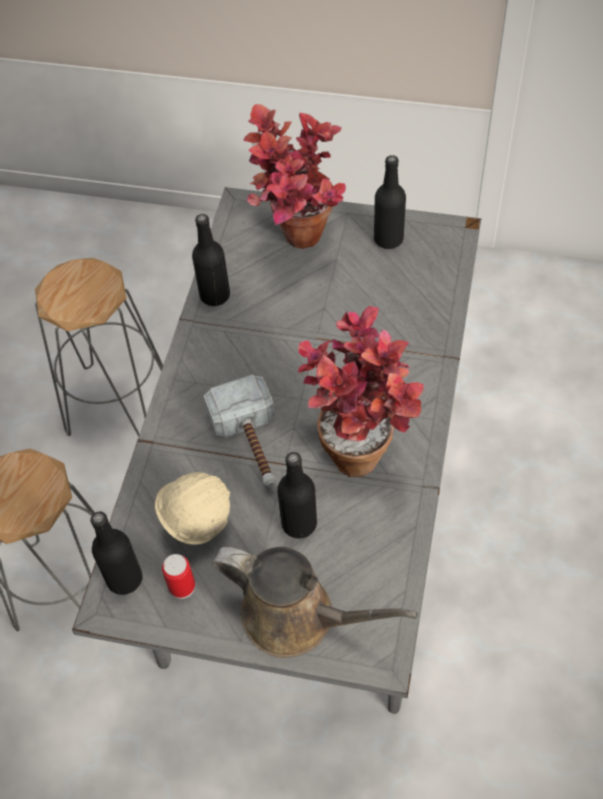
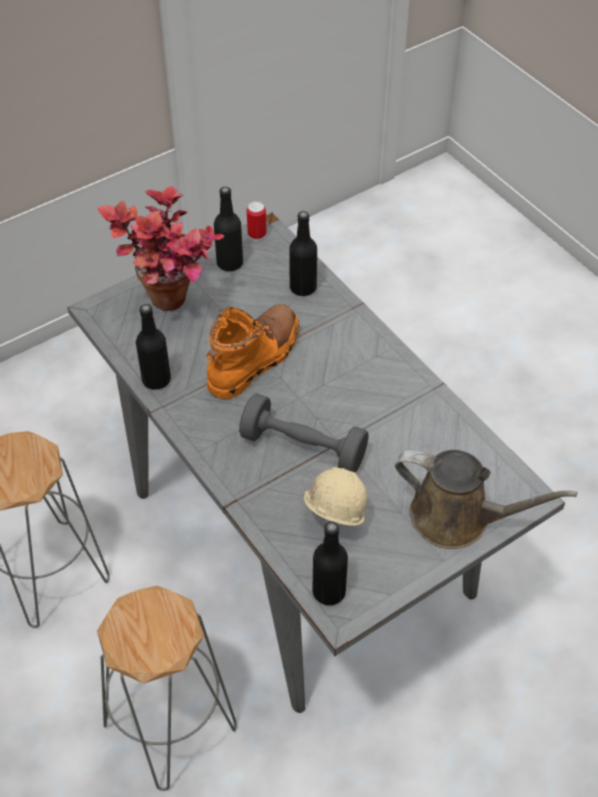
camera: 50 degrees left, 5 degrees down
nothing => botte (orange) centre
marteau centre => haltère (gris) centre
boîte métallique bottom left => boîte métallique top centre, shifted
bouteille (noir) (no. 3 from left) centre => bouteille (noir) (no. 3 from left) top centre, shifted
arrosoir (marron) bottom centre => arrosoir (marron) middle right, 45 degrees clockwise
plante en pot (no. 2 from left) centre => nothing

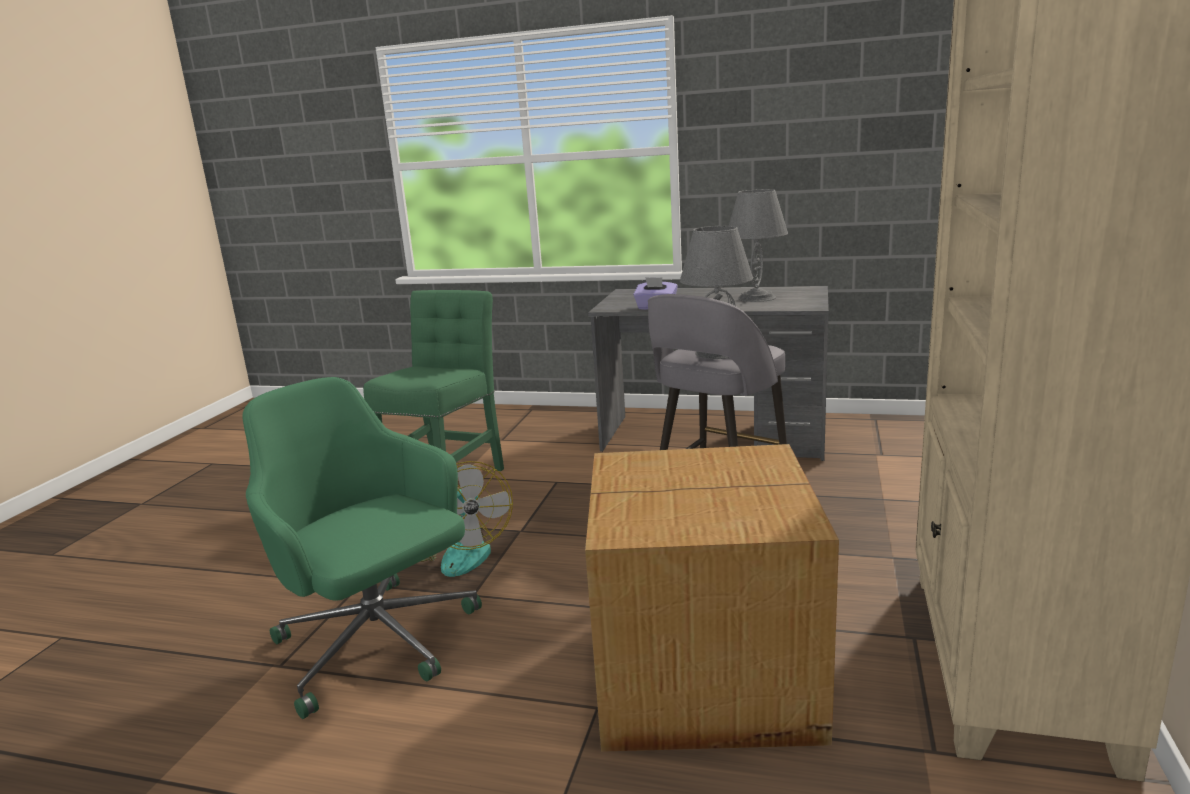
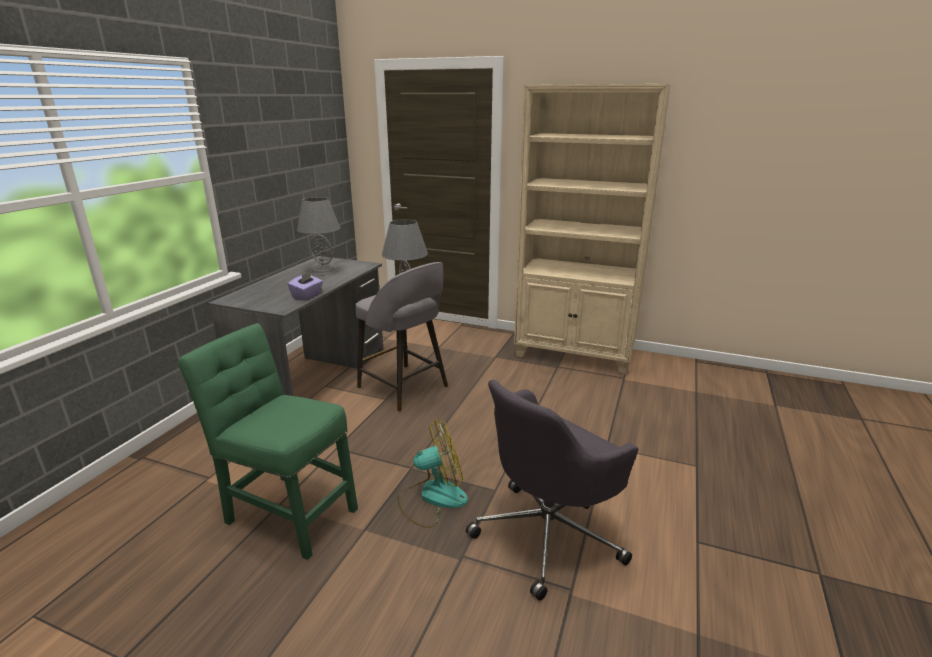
camera: 85 degrees left, 5 degrees up
chaise de bureau (vert) bottom left => chaise de bureau (gris) bottom centre
carton bottom centre => nothing

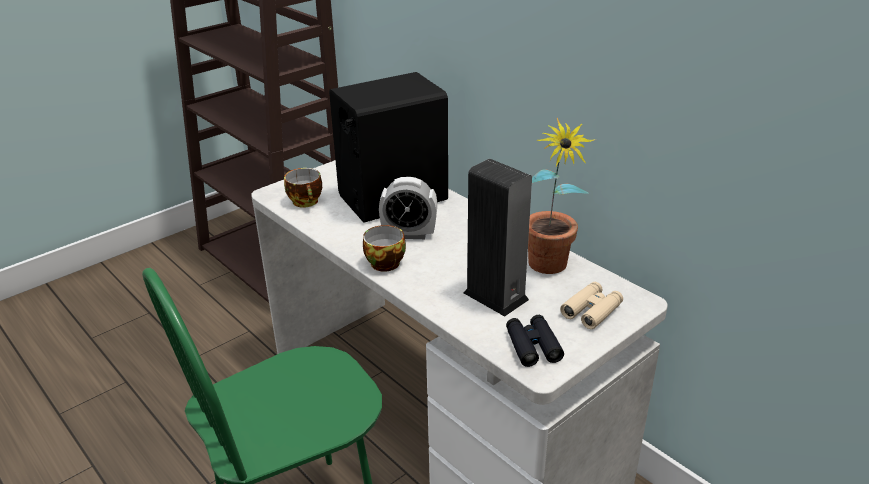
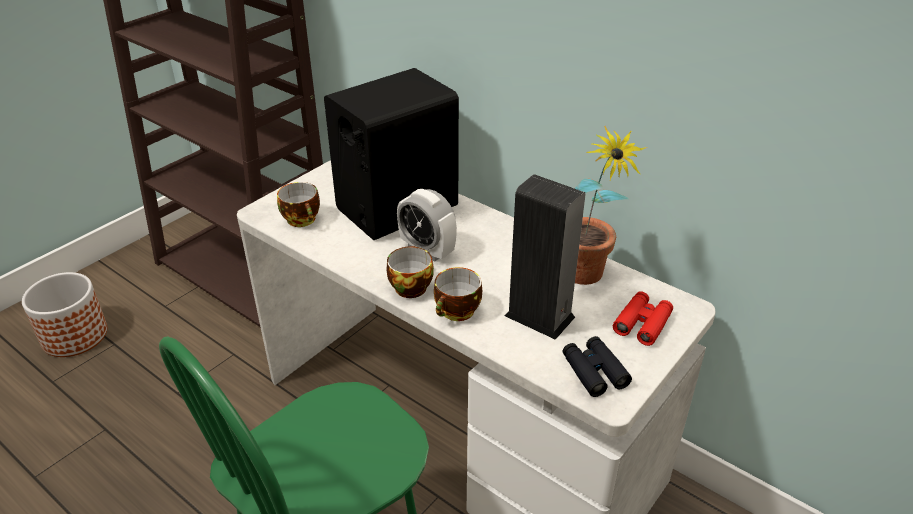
camera: 10 degrees left, 5 degrees up
nothing => cache-pot middle left
réveil centre, 45 degrees clockwise
nothing => tasse (no. 3 from left) centre
jumelles (beige) middle right => jumelles (rouge) middle right

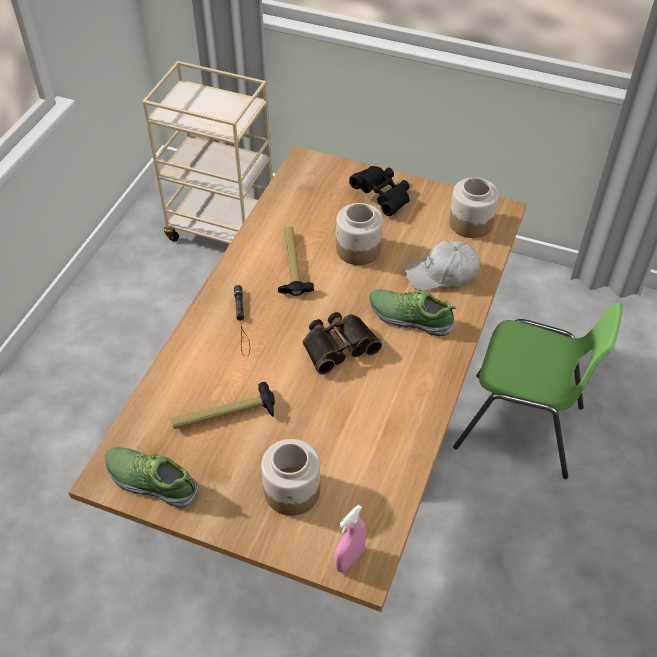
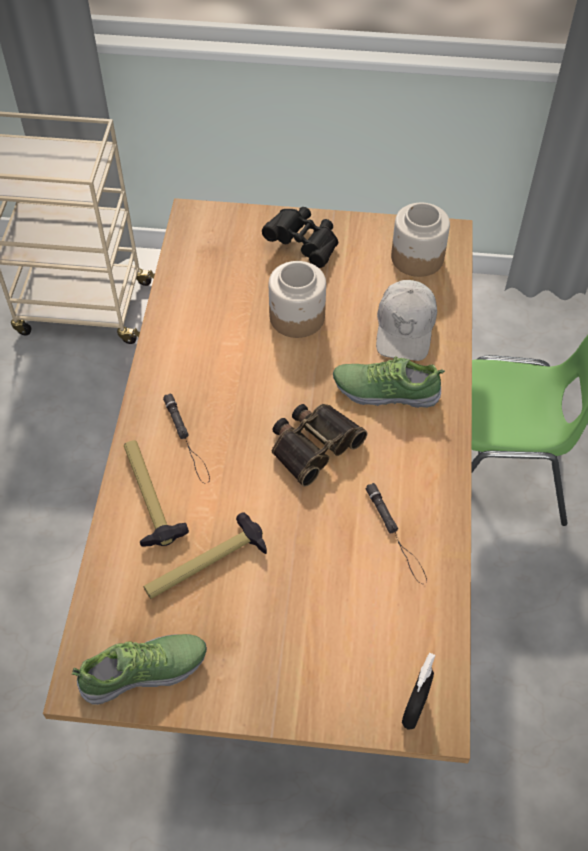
camera: 15 degrees left, 5 degrees up
chaussure (no. 1 from left) bottom left, 150 degrees clockwise
marteau (no. 2 from left in the first image) centre => marteau (no. 1 from left) middle left, shifted
nothing => lampe de poche (noir) (no. 2 from left) middle right
casquette (blanc) middle right, 60 degrees counterclockwise
vaporisateur (rose) bottom centre => vaporisateur (noir) bottom right
bocal (no. 1 from left) bottom centre => nothing

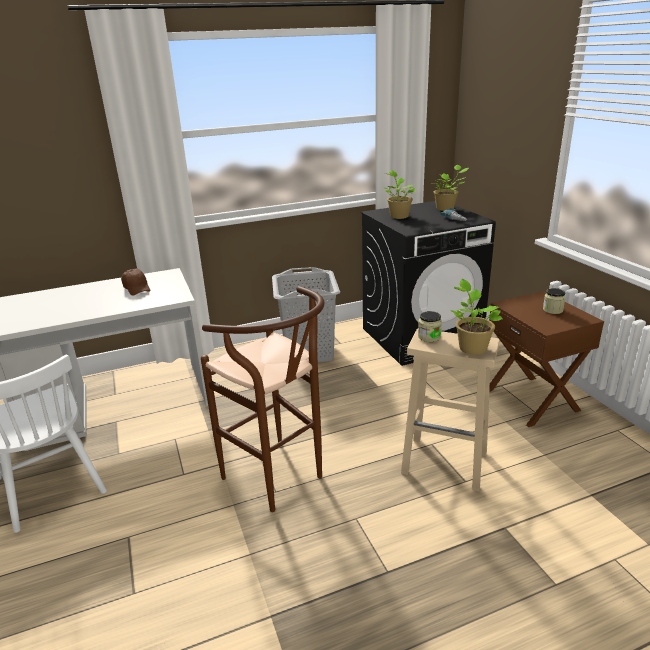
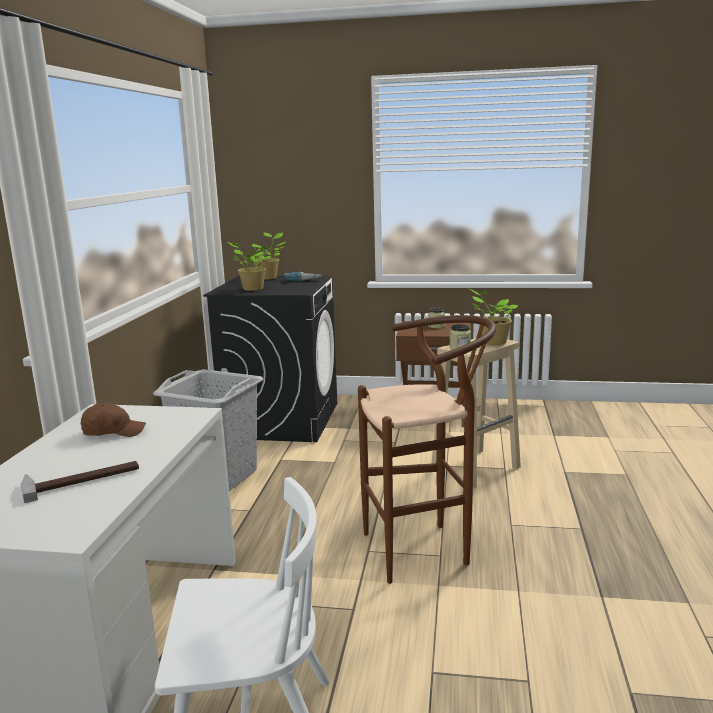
camera: 60 degrees left, 10 degrees down
nothing => marteau bottom left

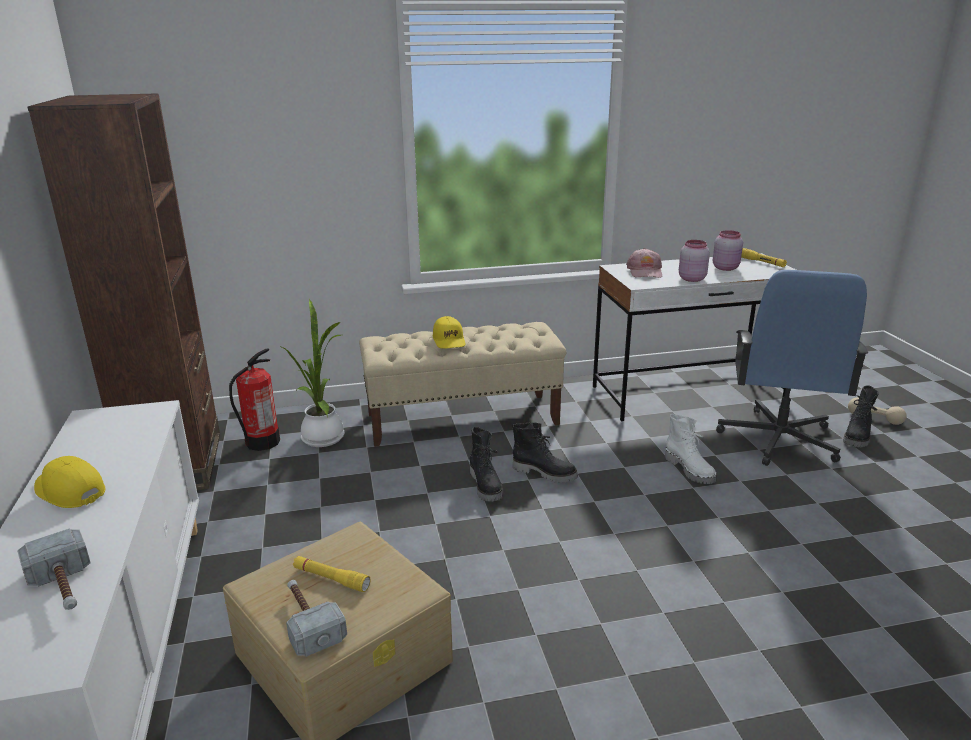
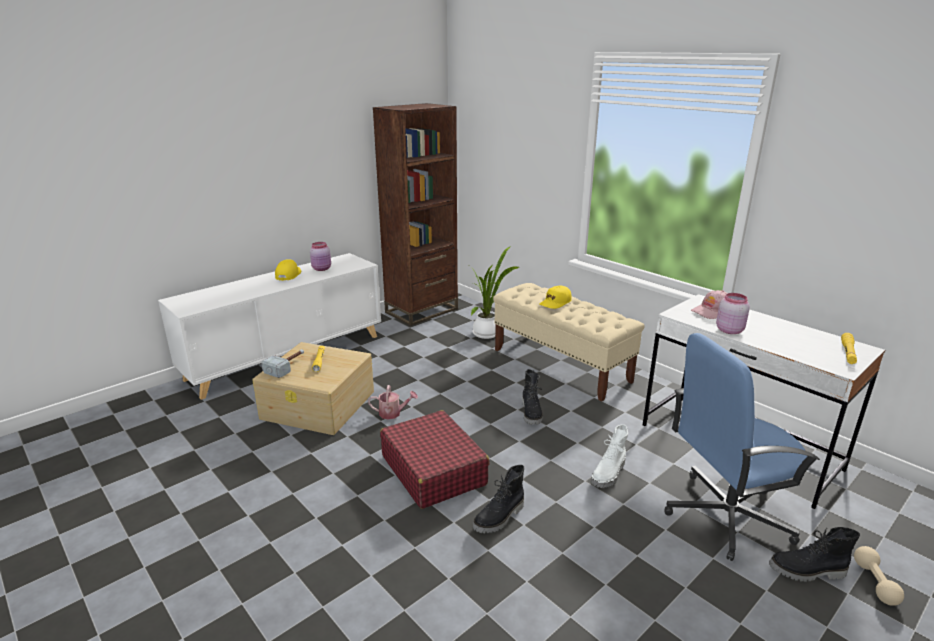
camera: 60 degrees right, 0 degrees up
bocal (rose) (no. 2 from left in the first image) middle right => bocal (rose) (no. 1 from left) centre, shifted
nothing => arrosoir centre
nothing => valise (rouge) bottom centre
botte (noir) (no. 1 from left) centre => botte (noir) (no. 1 from left) bottom centre, shifted
marteau (no. 1 from left) bottom left => nothing
extincteur middle left => nothing

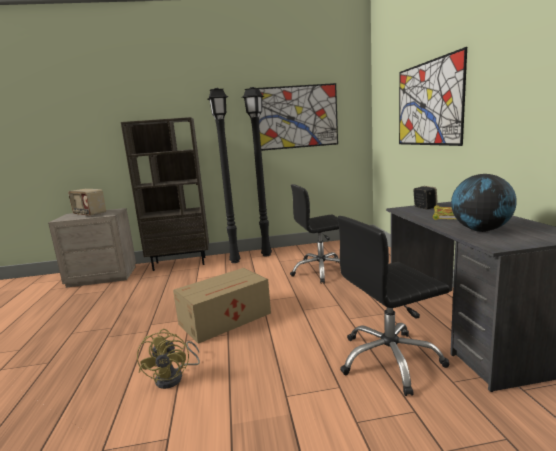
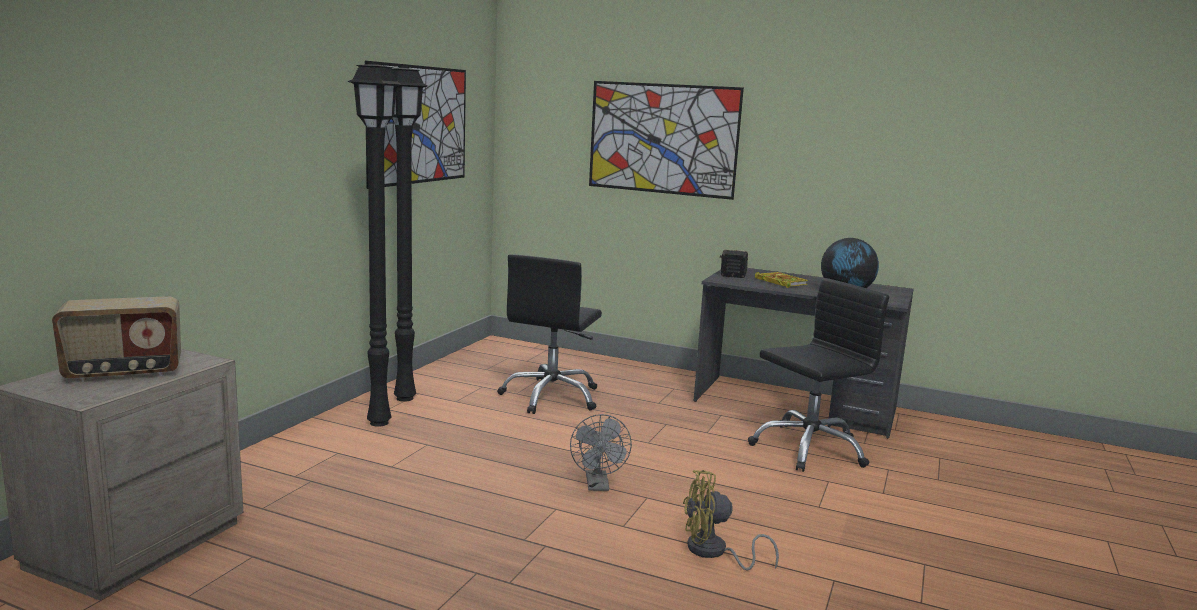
camera: 60 degrees left, 0 degrees up
carton bottom centre => ventilateur (gris) bottom centre
ventilateur (jaune) bottom left => ventilateur (jaune) bottom centre, 150 degrees clockwise
chaise de bureau (noir) (no. 2 from left) bottom right => chaise de bureau (noir) (no. 2 from left) middle right, 135 degrees counterclockwise
bibliothèque (marron) middle left => nothing

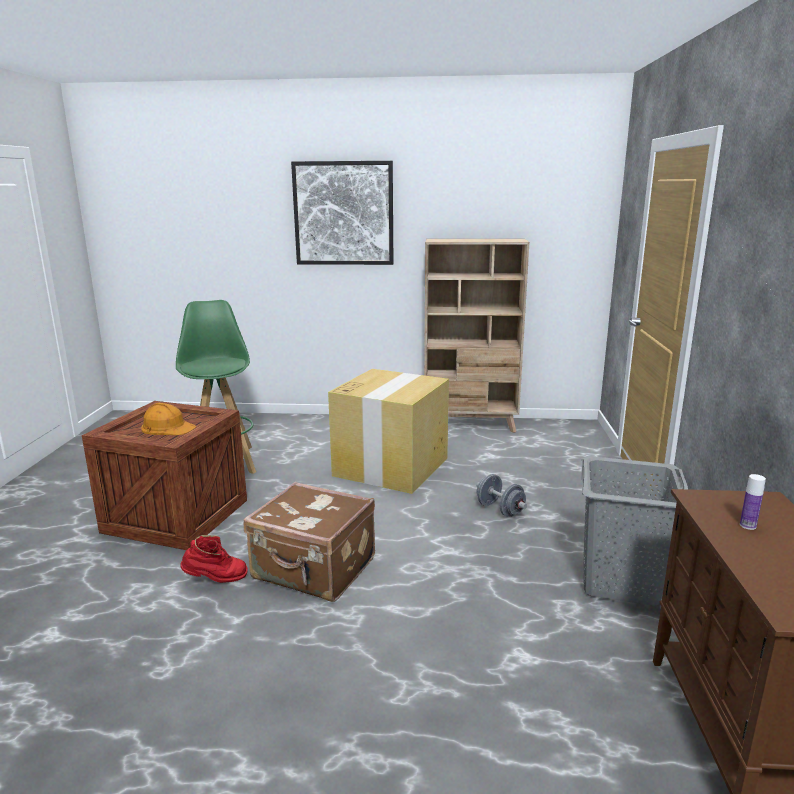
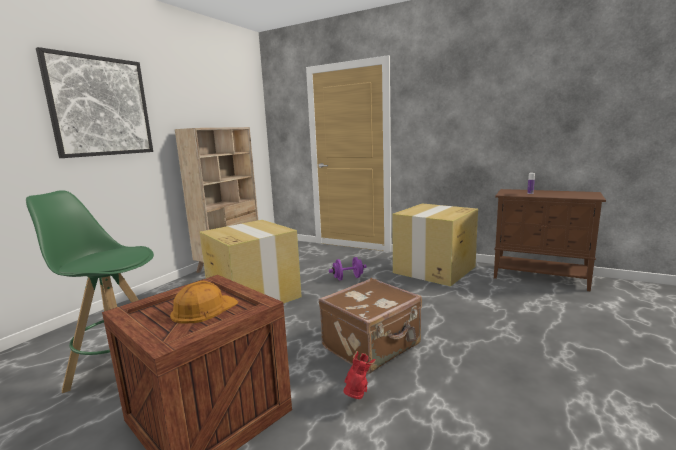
camera: 65 degrees left, 5 degrees down
haltère (gris) centre => haltère (violet) centre
panier à linge (gris) bottom right => carton (no. 2 from left) centre

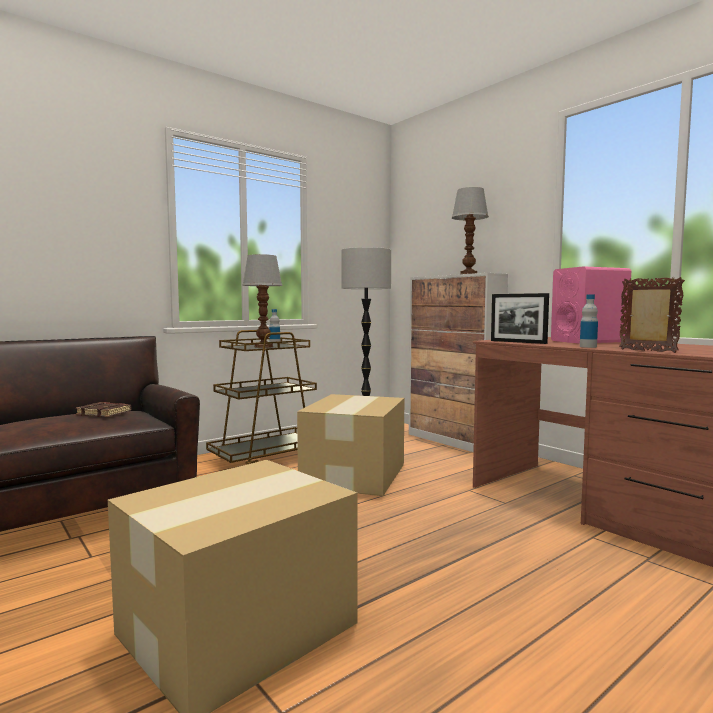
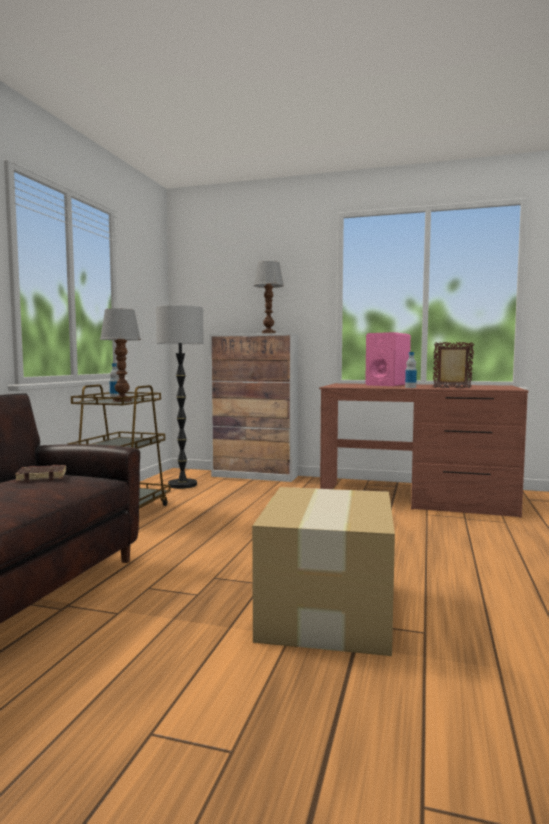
camera: 35 degrees left, 0 degrees up
carton (no. 2 from left) centre => nothing
cadre photo (no. 1 from left) middle right => nothing

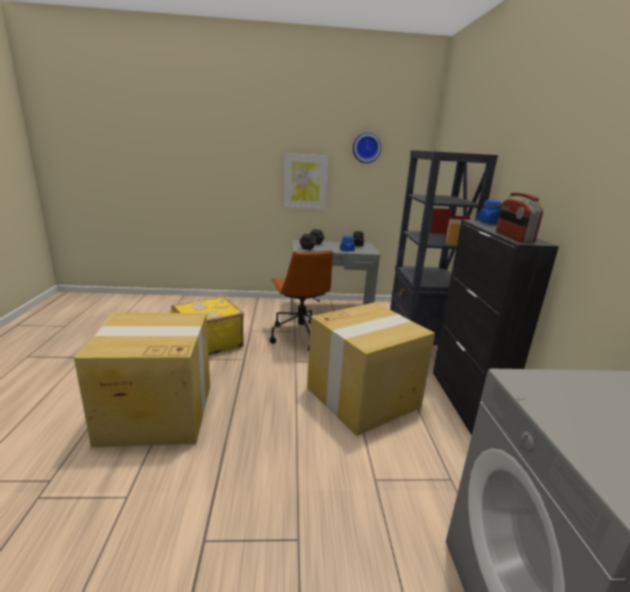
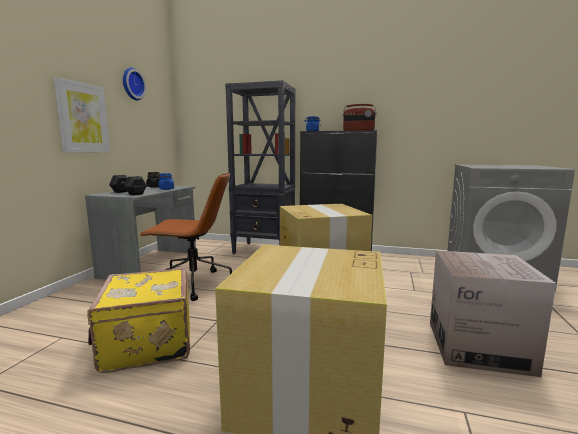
camera: 70 degrees left, 10 degrees down
nothing => carton (no. 3 from left) bottom right

